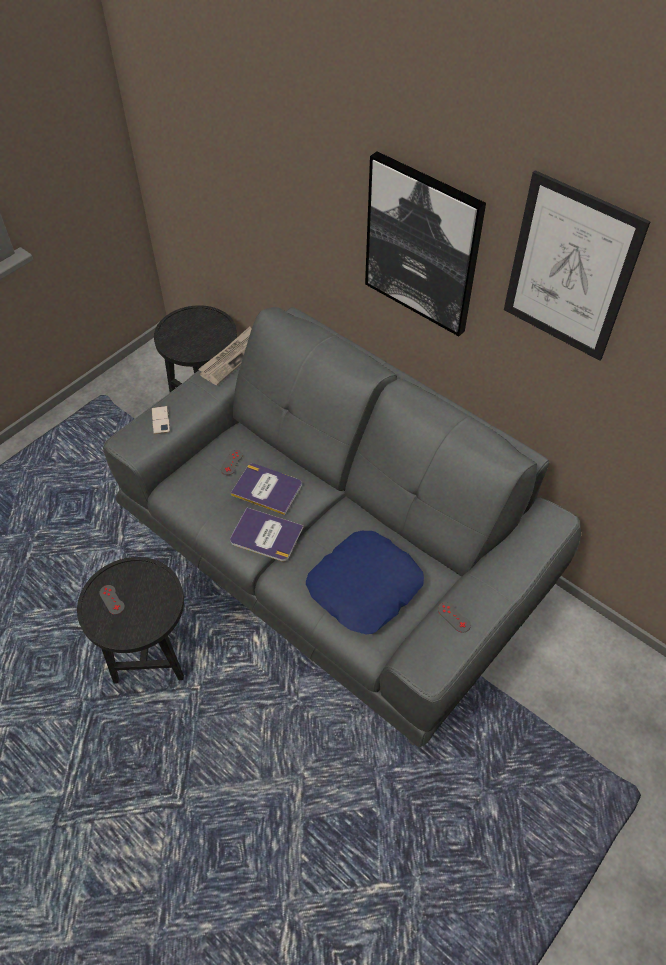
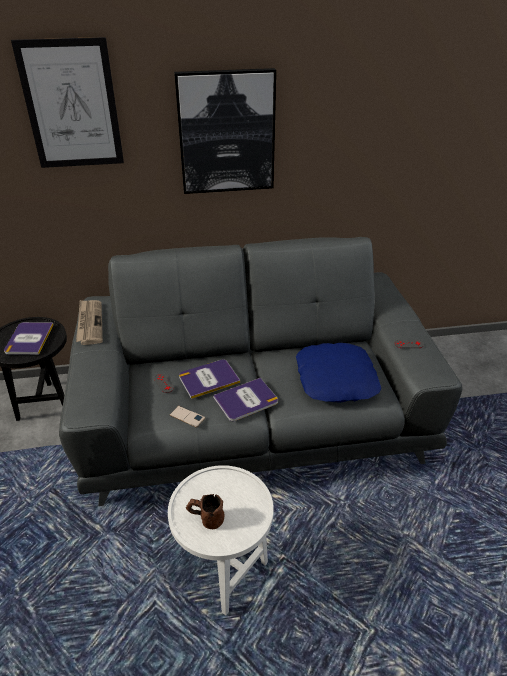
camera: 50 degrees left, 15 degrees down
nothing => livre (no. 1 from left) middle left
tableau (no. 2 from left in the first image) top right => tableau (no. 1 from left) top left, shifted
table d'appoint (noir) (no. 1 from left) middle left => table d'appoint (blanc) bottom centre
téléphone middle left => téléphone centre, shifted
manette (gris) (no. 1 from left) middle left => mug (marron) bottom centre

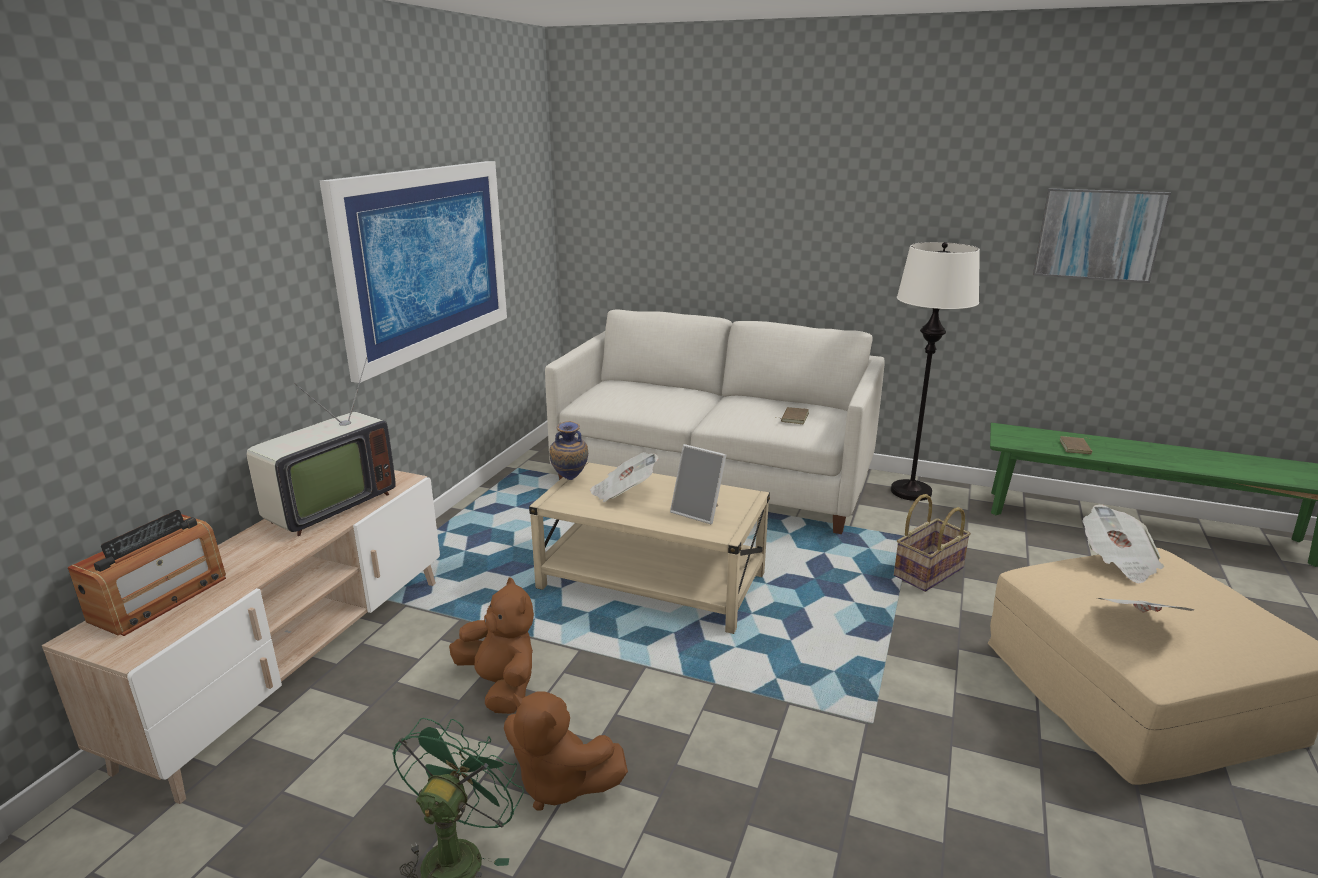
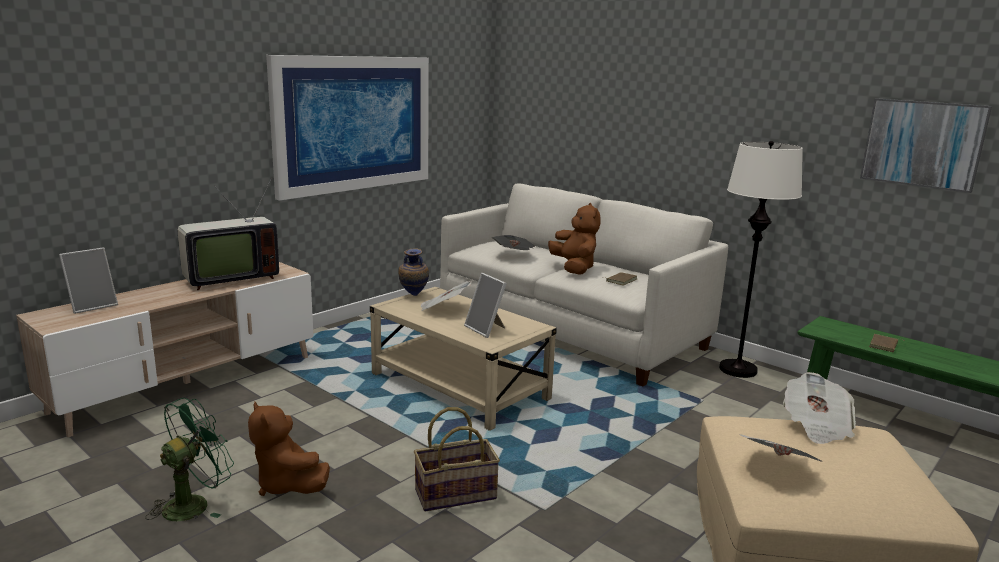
camera: 20 degrees right, 5 degrees down
radio middle left => cadre photo (no. 1 from left) middle left
panier middle right => panier bottom centre, shifted
nothing => journal (no. 2 from left) centre
peluche (marron) (no. 1 from left in the first image) bottom centre => peluche (marron) (no. 2 from left) centre, shifted

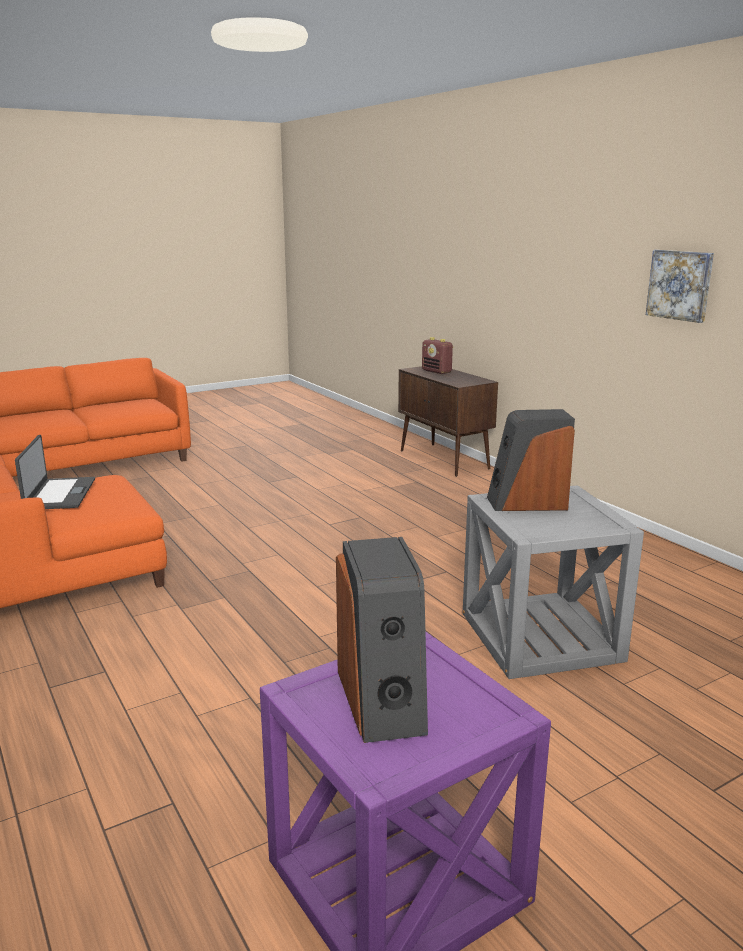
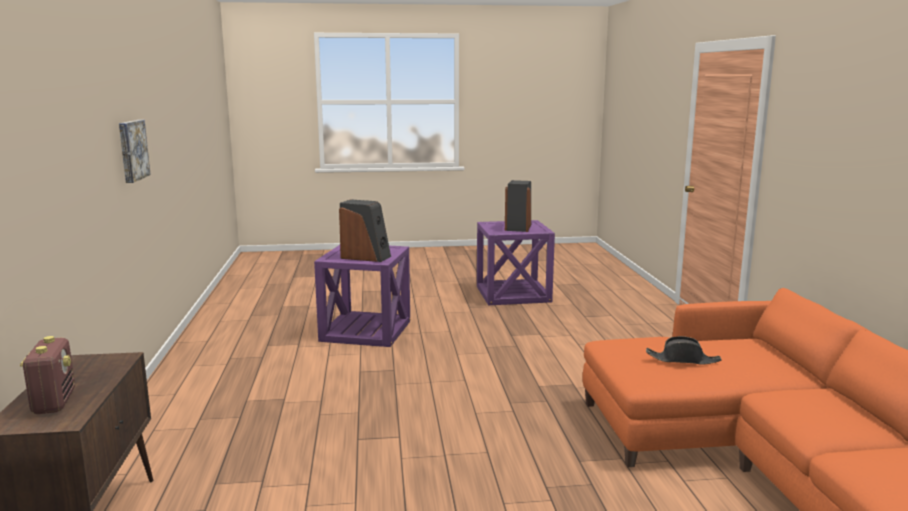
camera: 155 degrees left, 5 degrees down
table d'appoint (gris) middle right => table d'appoint (violet) (no. 1 from left) centre
ordinateur portable middle left => chapeau (noir) bottom right

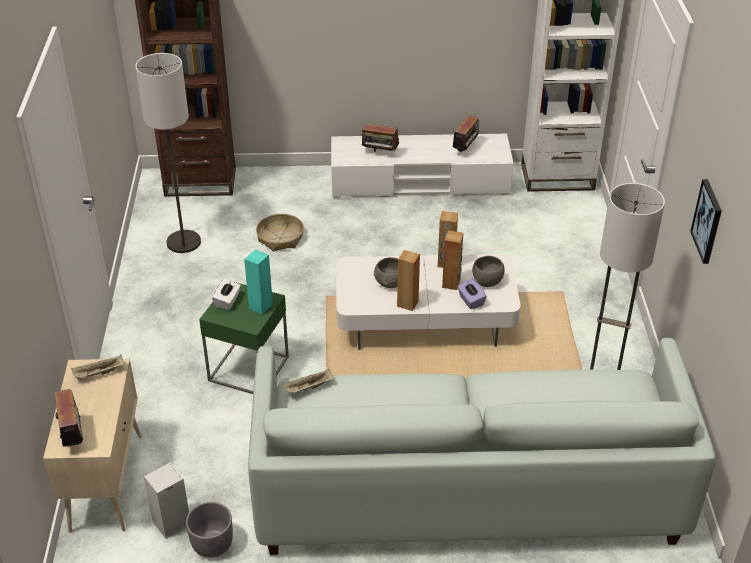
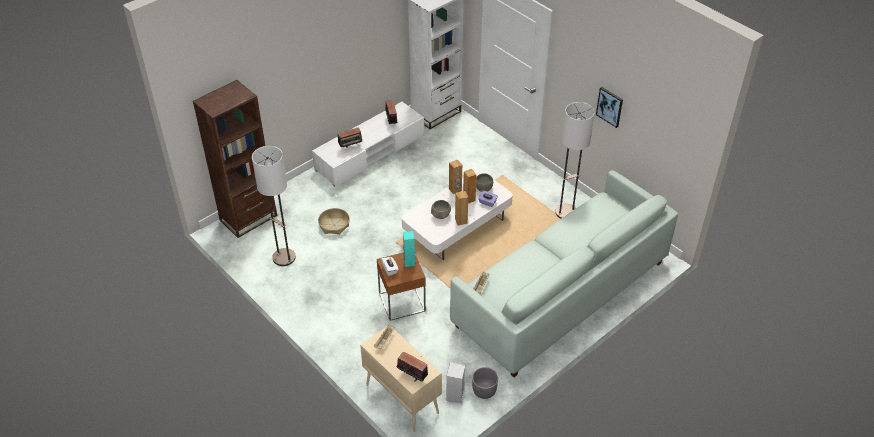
camera: 40 degrees left, 5 degrees up
table d'appoint (vert) middle left => table d'appoint (marron) centre

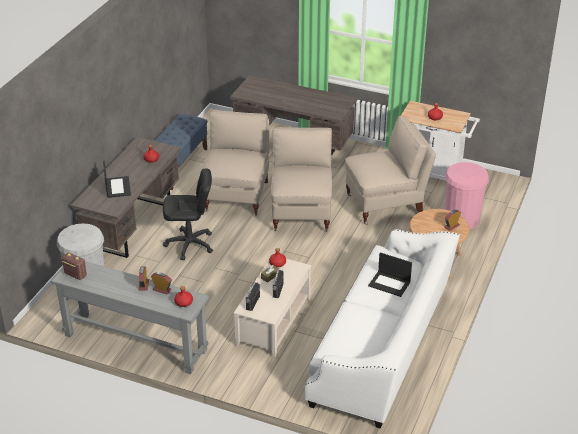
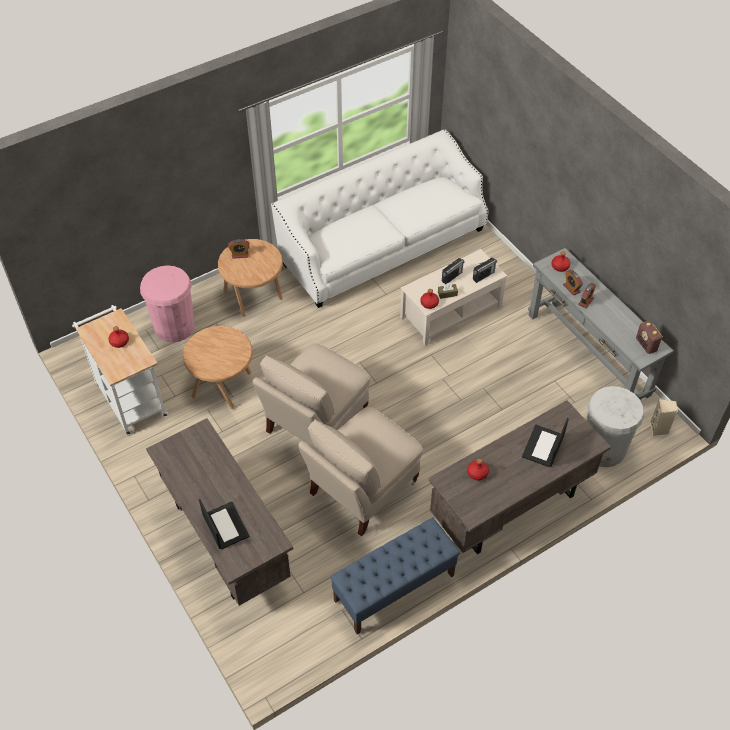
camera: 145 degrees left, 15 degrees up
chaise (beige) (no. 3 from left) middle right => table d'appoint (marron) (no. 1 from left) middle left
ordinateur portable (no. 2 from left in the first image) middle right => ordinateur portable (no. 1 from left) bottom left, shifted
nothing => enceinte (beige) middle right
chaise de bureau (noir) middle left => nothing

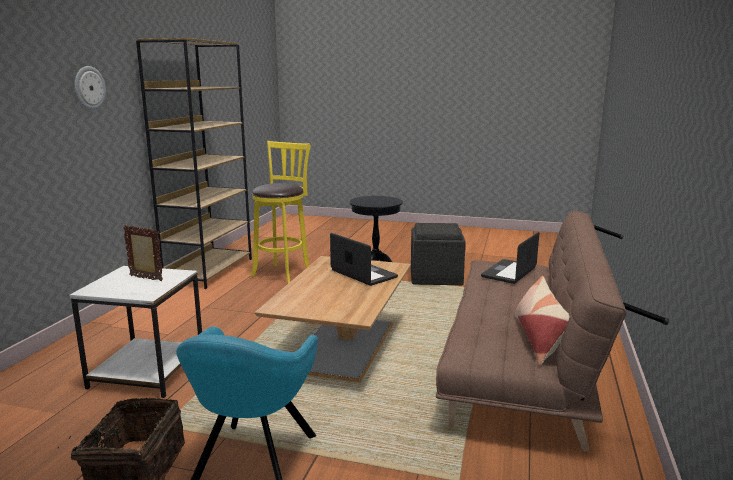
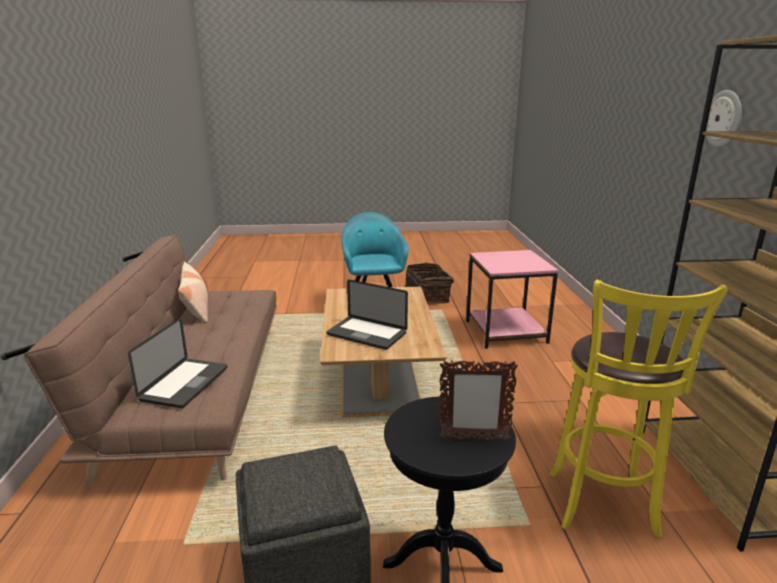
camera: 160 degrees right, 5 degrees up
cadre photo middle left => cadre photo bottom centre, shifted
table d'appoint (blanc) bottom left => table d'appoint (rose) centre

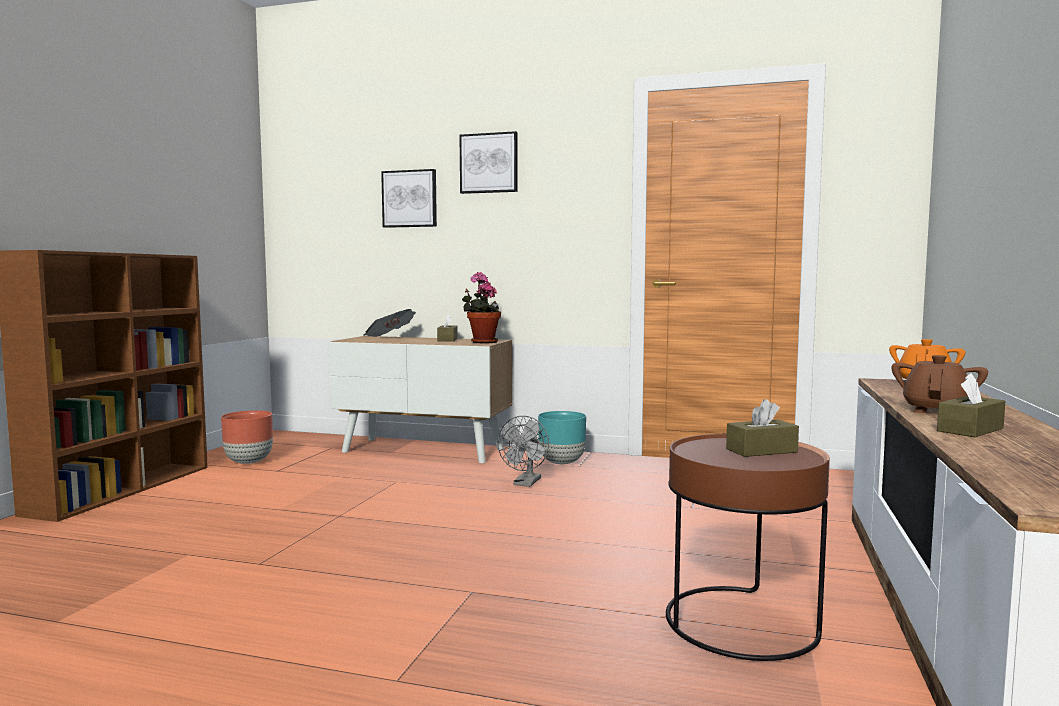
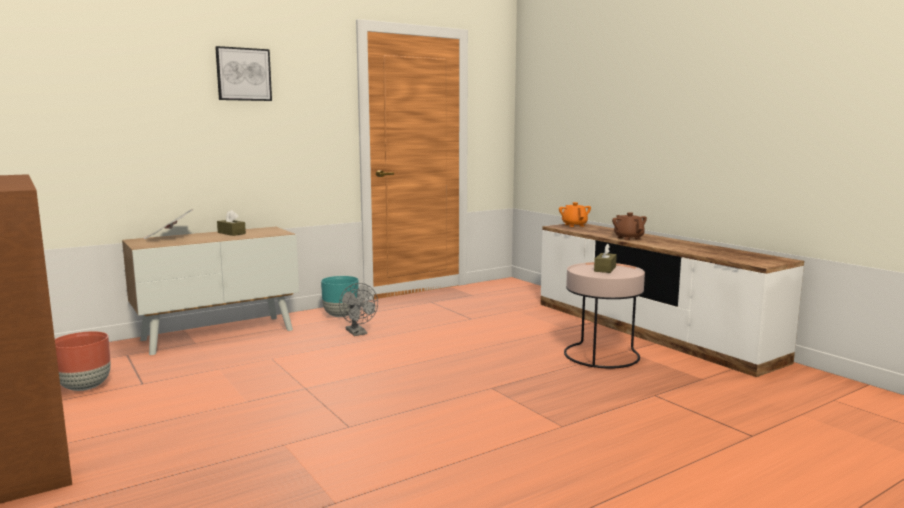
camera: 50 degrees left, 5 degrees up
table d'appoint (marron) bottom right => table d'appoint (rose) middle right
tableau (no. 1 from left) top centre => nothing
plante en pot centre => nothing
boîte à mouchoirs (marron) (no. 3 from left) middle right => nothing

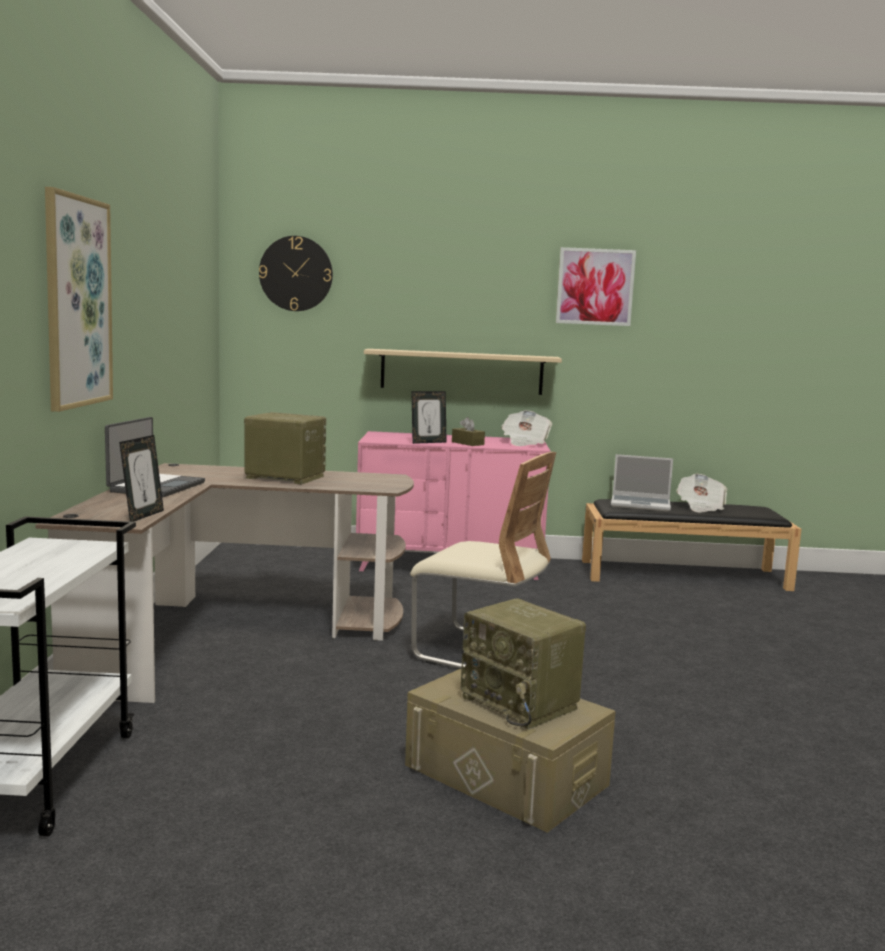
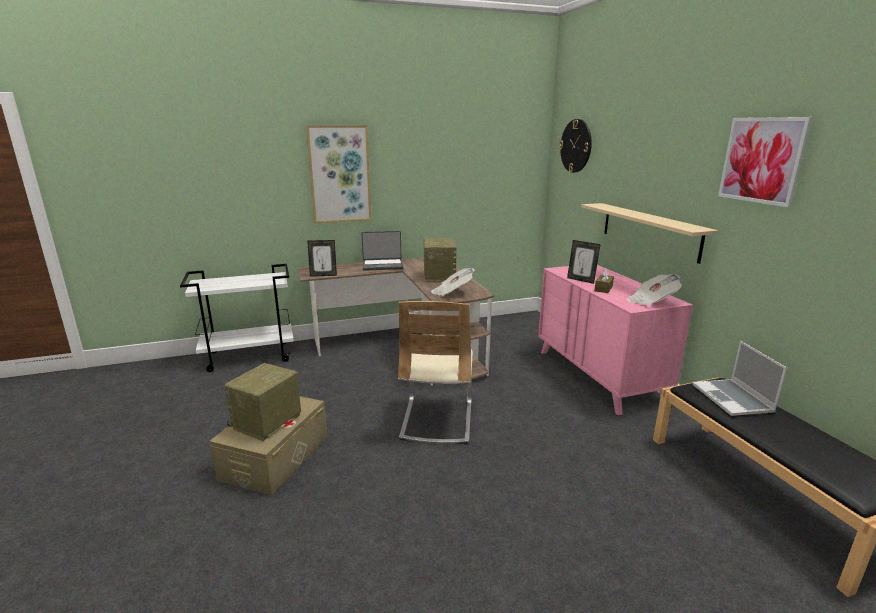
camera: 70 degrees right, 10 degrees up
journal (no. 2 from left in the first image) middle right => journal (no. 1 from left) centre, shifted

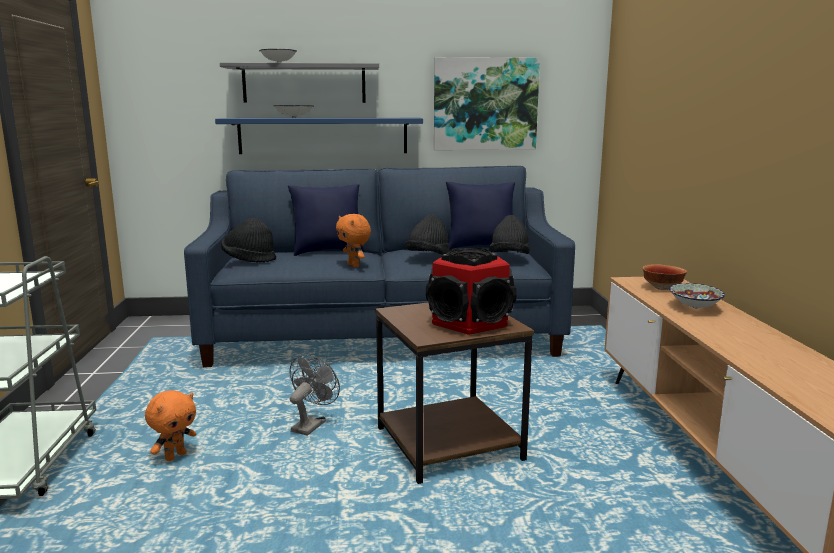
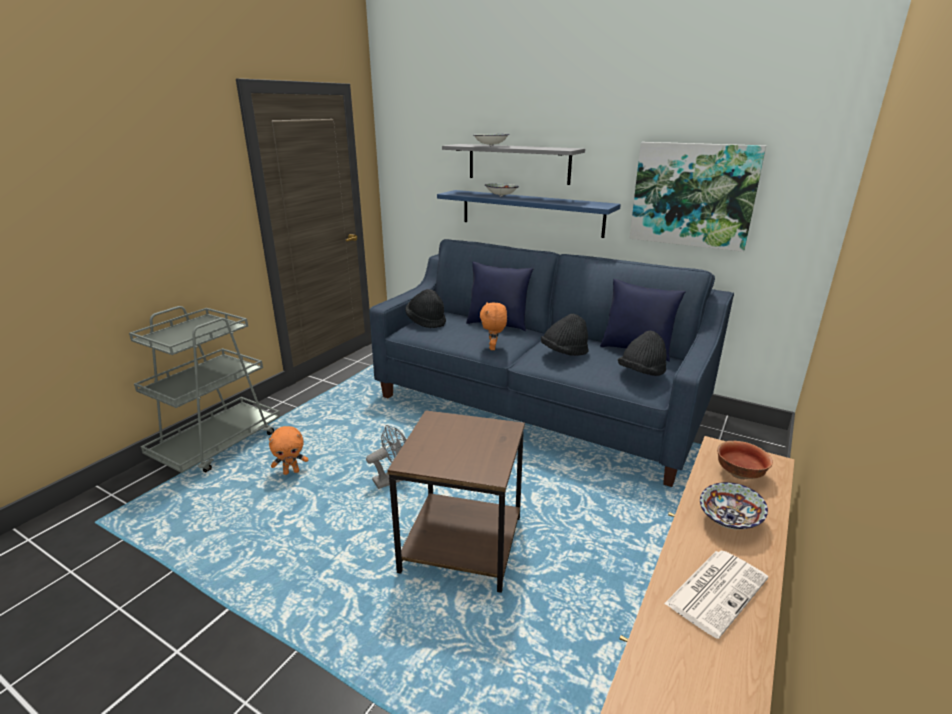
camera: 35 degrees right, 10 degrees up
nothing => journal bottom right
enceinte centre => nothing

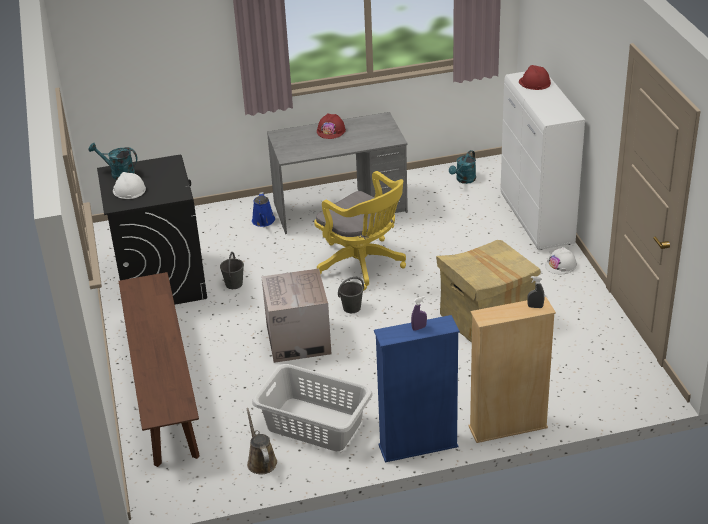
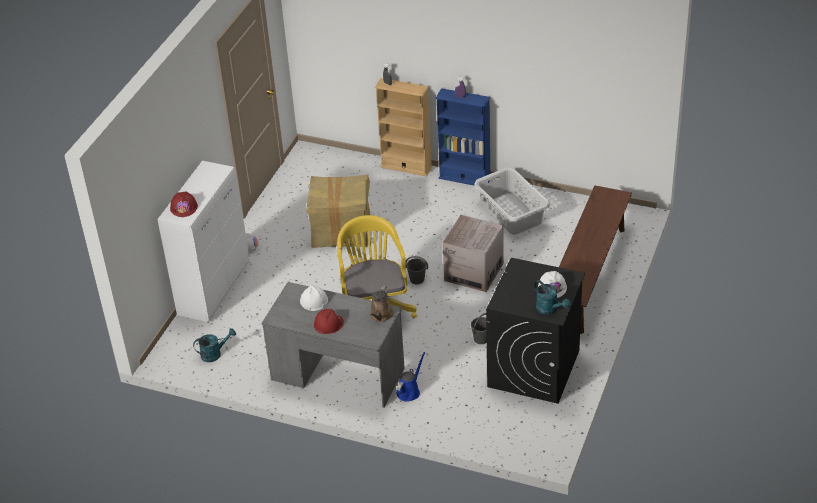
camera: 145 degrees left, 5 degrees up
nothing => casque de chantier (blanc) (no. 2 from left) centre
arrosoir (marron) bottom centre => arrosoir (marron) centre, shifted

